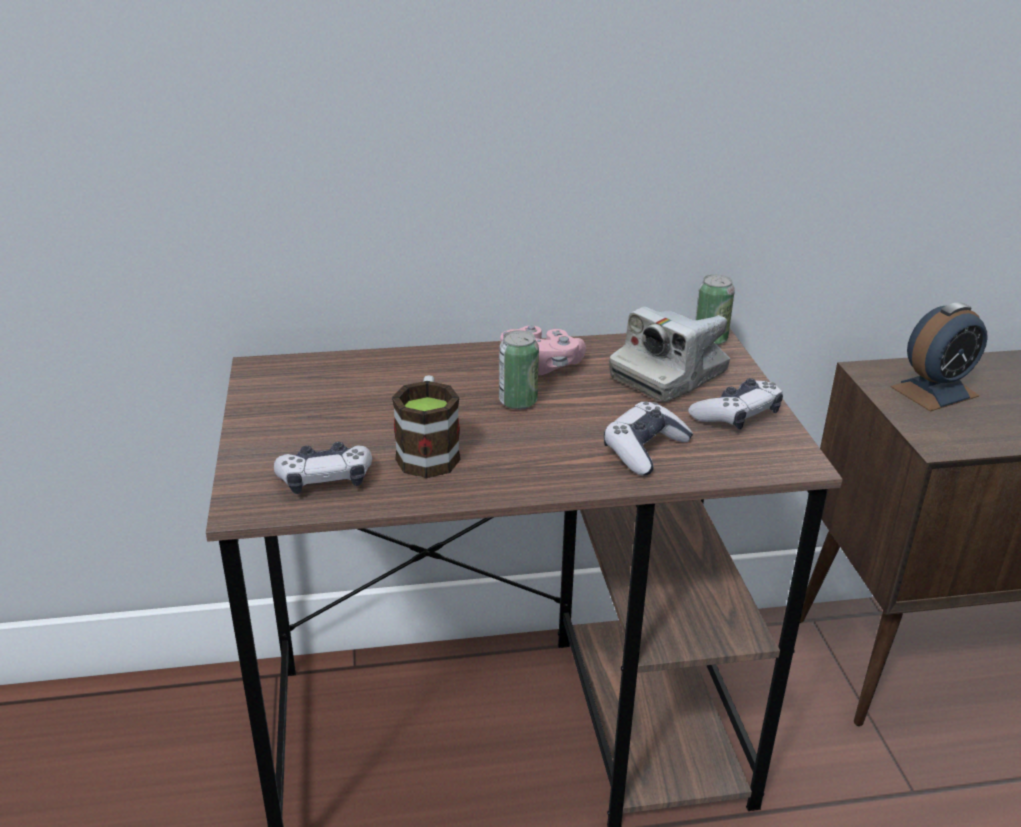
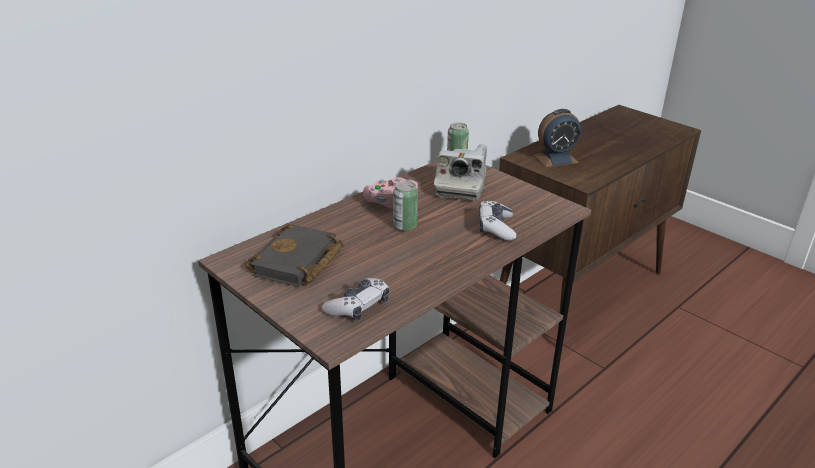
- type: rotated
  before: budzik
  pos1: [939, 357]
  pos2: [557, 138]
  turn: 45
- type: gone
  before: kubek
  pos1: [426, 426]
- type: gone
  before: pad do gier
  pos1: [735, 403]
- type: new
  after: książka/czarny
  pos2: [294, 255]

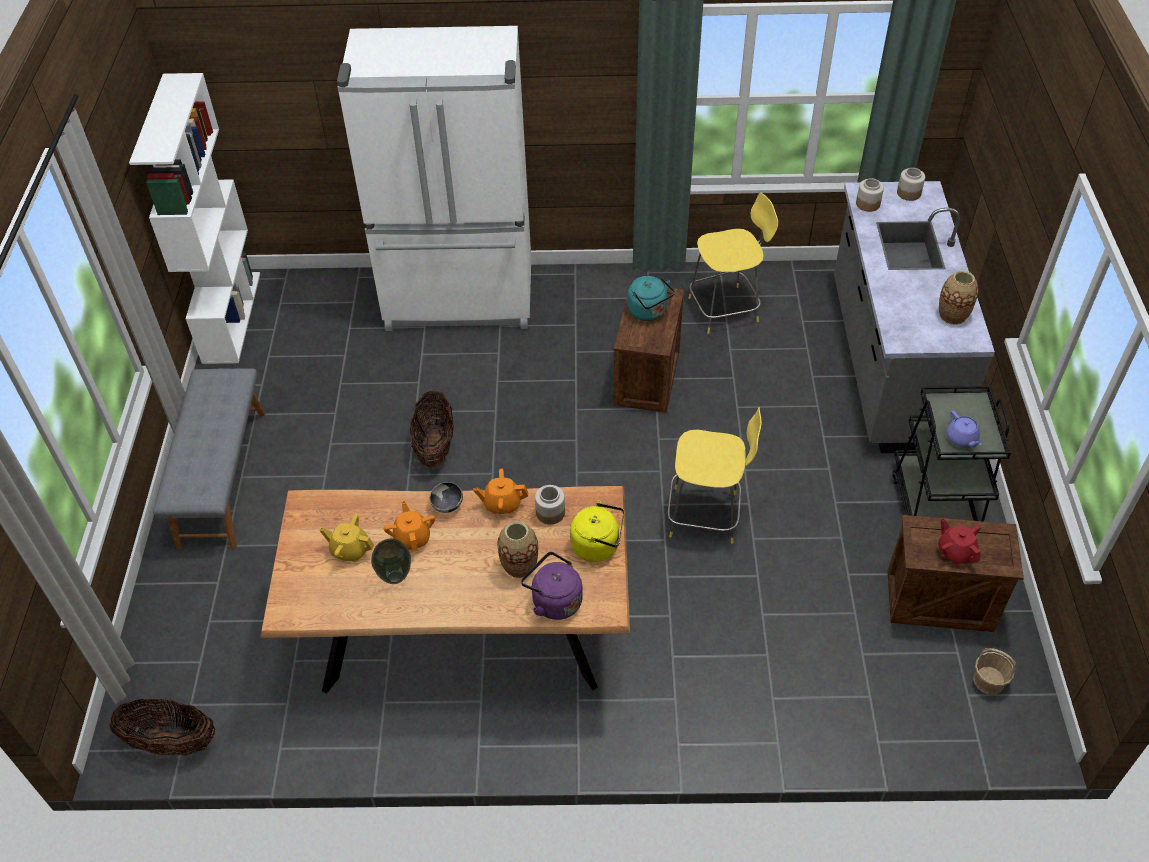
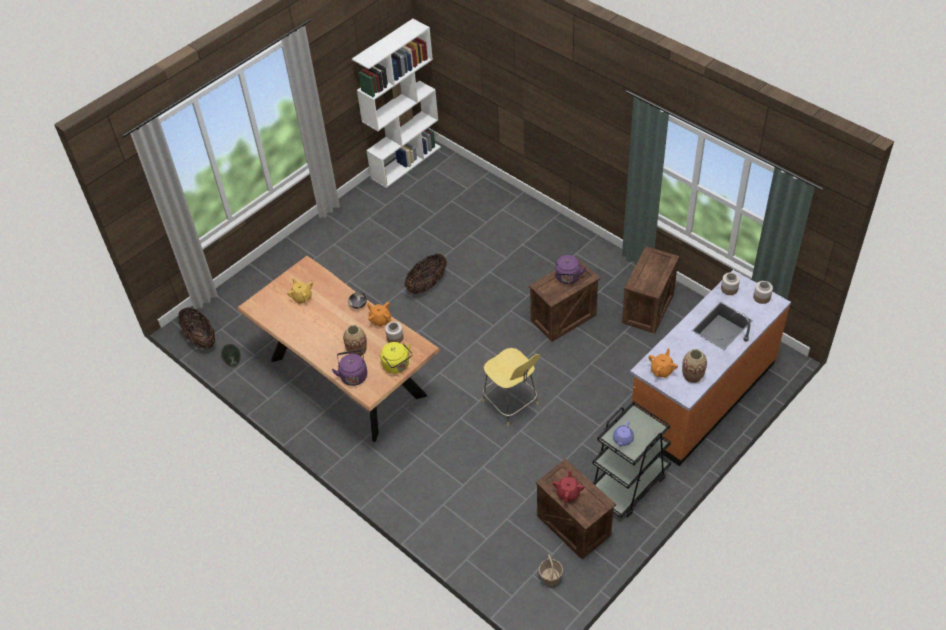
- type: gone
  before: lodówka/biały
  pos1: [434, 178]
- type: repainted
  before: zabudowa kuchenna/szary
  after: zabudowa kuchenna/pomarańczowy
  pos1: [914, 317]
  pos2: [710, 368]
- type: swapped
  before: stołek/żółty
  after: skrzynka
  pos1: [733, 263]
  pos2: [650, 290]
- type: repainted
  before: czajnik/turkusowy
  after: czajnik/fioletowy
  pos1: [651, 298]
  pos2: [570, 269]
- type: gone
  before: ławka/szary
  pos1: [209, 459]
- type: shifted
  before: imbryk/pomarańczowy
  pos1: [409, 526]
  pos2: [663, 363]
- type: shifted
  before: wazon
  pos1: [391, 561]
  pos2: [231, 356]

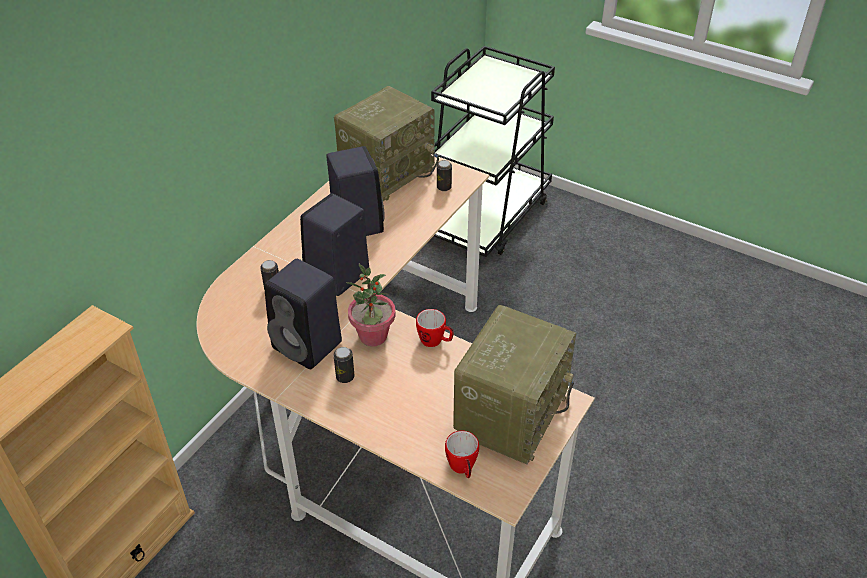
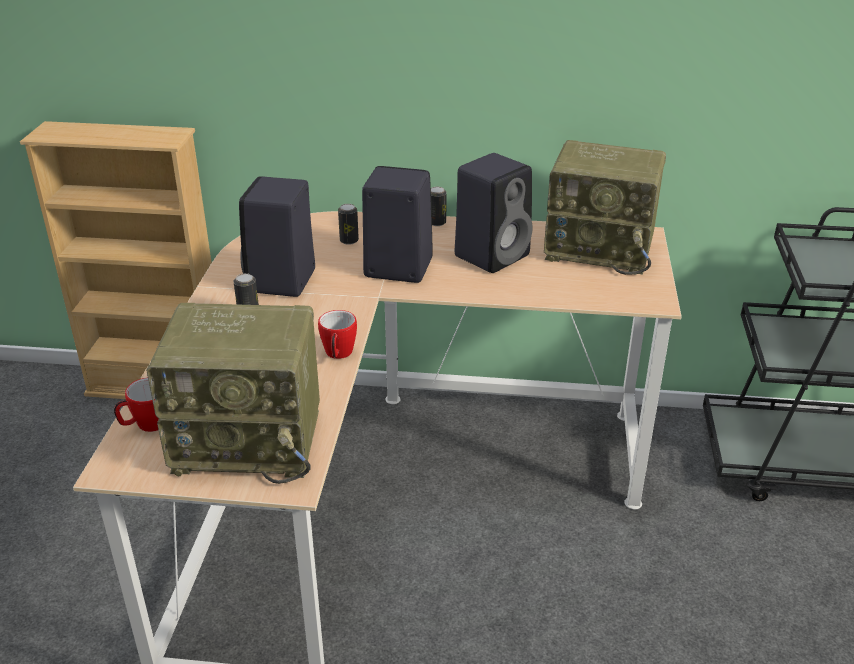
- type: shifted
  before: puszka
  pos1: [444, 175]
  pos2: [439, 206]
- type: gone
  before: roślina doniczkowa
  pos1: [371, 305]

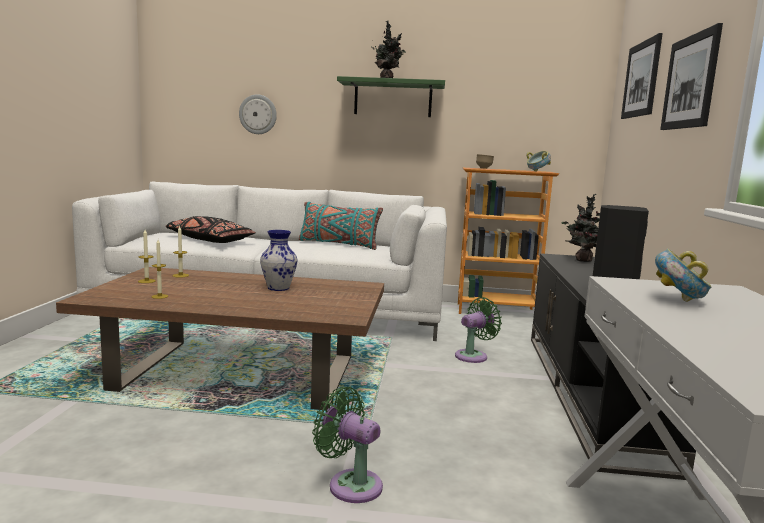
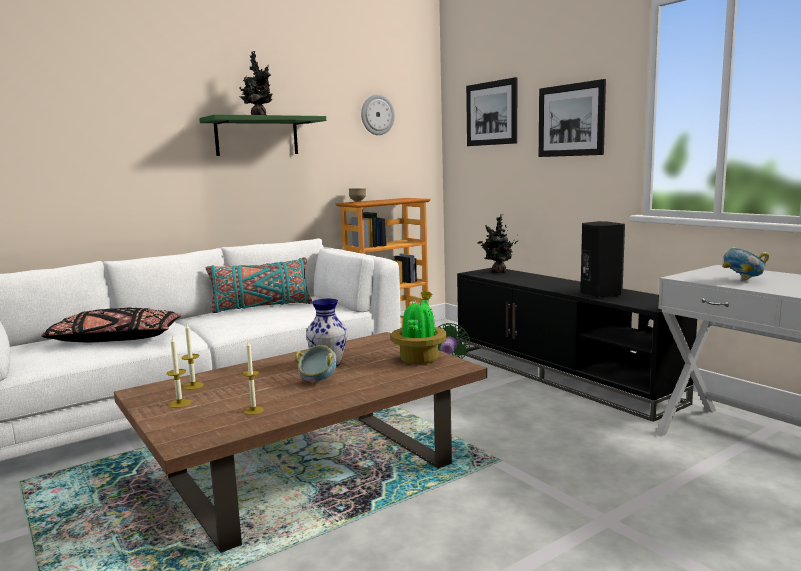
- type: shifted
  before: zegar ścienny
  pos1: [258, 114]
  pos2: [378, 114]
- type: shifted
  before: miska
  pos1: [538, 161]
  pos2: [315, 364]
- type: gone
  before: wentylator/zielony
  pos1: [347, 445]
- type: new
  after: roślina doniczkowa
  pos2: [419, 327]

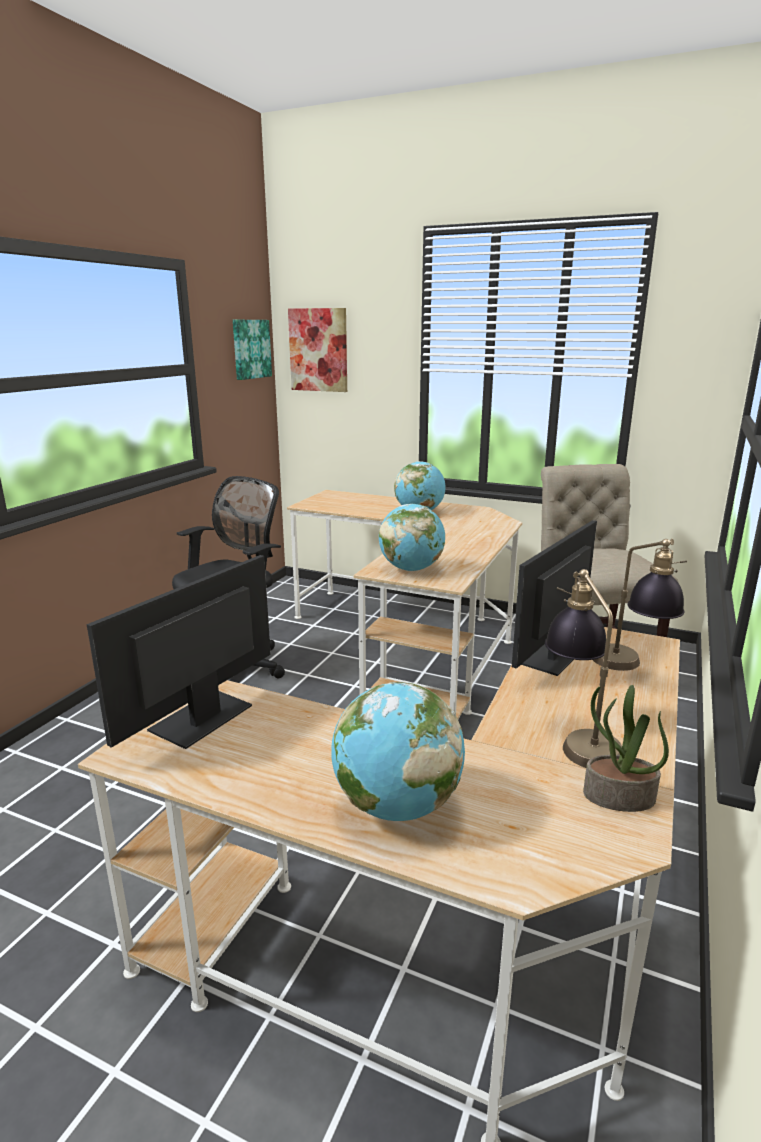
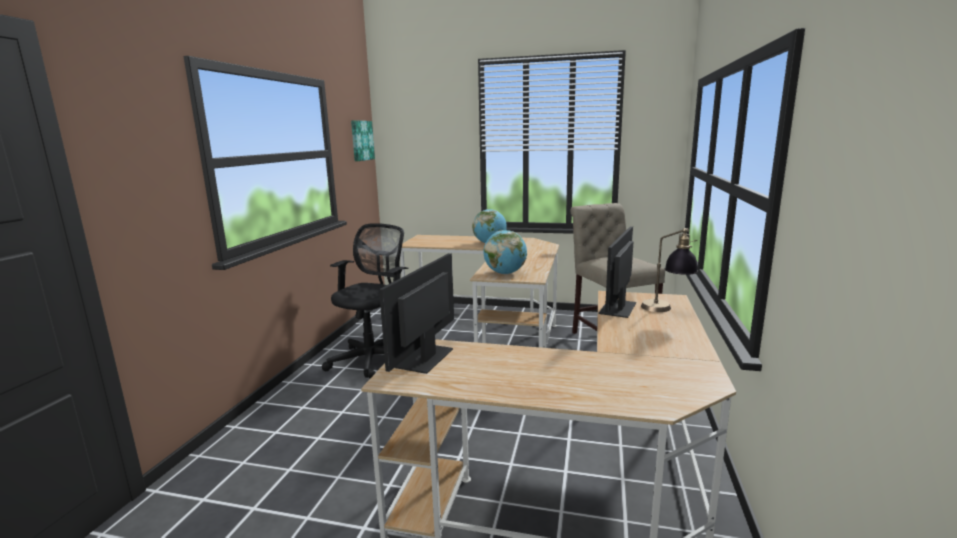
- type: gone
  before: obraz
  pos1: [317, 350]
- type: gone
  before: lampa stołowa
  pos1: [583, 668]
- type: gone
  before: globus
  pos1: [398, 751]
- type: gone
  before: roślina doniczkowa
  pos1: [626, 748]

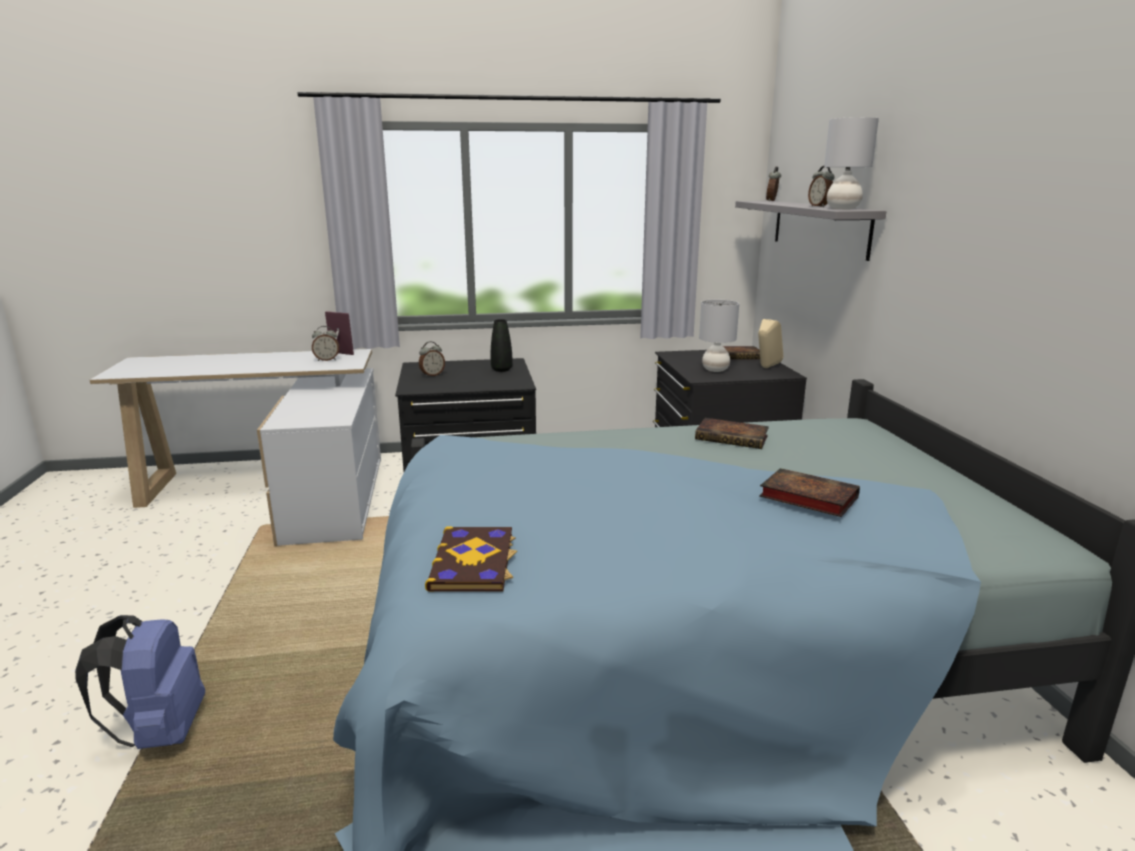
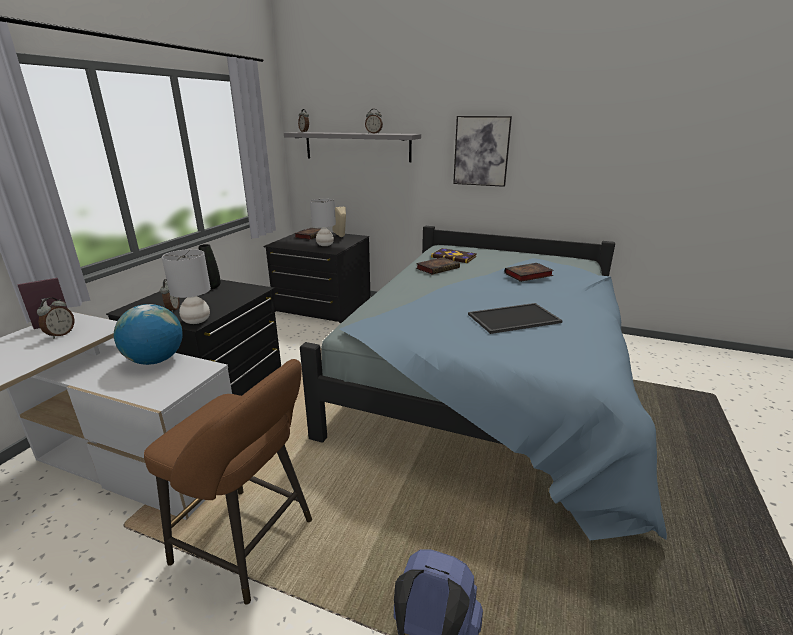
- type: shifted
  before: lampa stołowa/szary
  pos1: [851, 163]
  pos2: [186, 286]
- type: shifted
  before: książka
  pos1: [471, 559]
  pos2: [454, 255]
- type: new
  after: obraz
  pos2: [482, 151]
- type: new
  after: taca
  pos2: [515, 318]
- type: new
  after: globus
  pos2: [148, 334]
- type: new
  after: stołek/brązowy
  pos2: [228, 482]

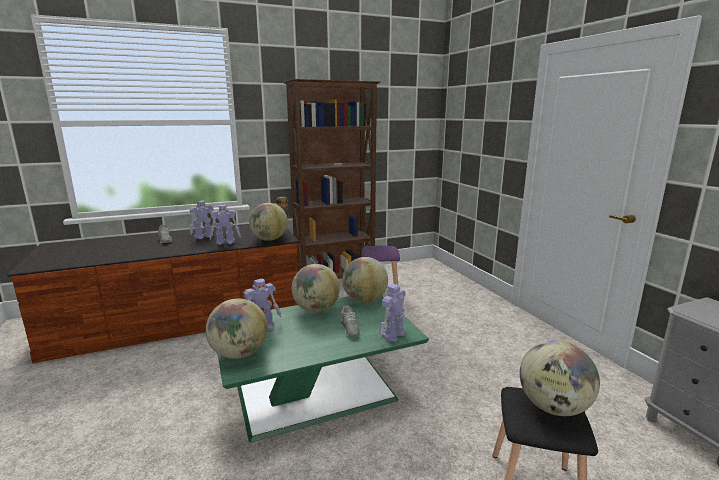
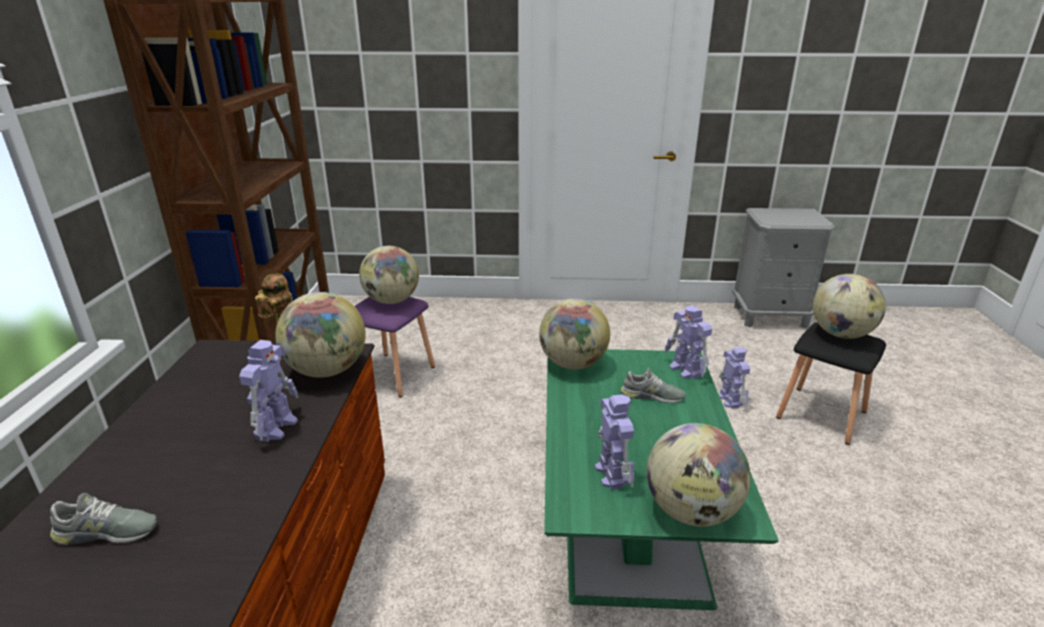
- type: shifted
  before: robot zabawkowy
  pos1: [203, 219]
  pos2: [734, 378]
- type: shifted
  before: globus
  pos1: [316, 288]
  pos2: [389, 275]

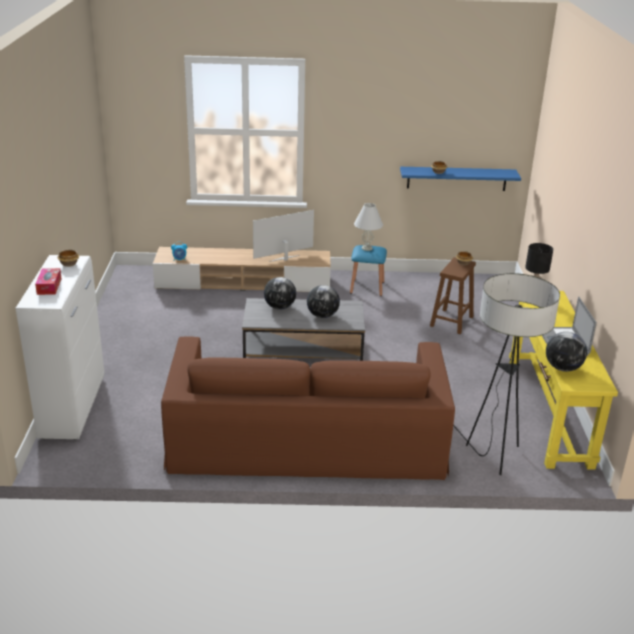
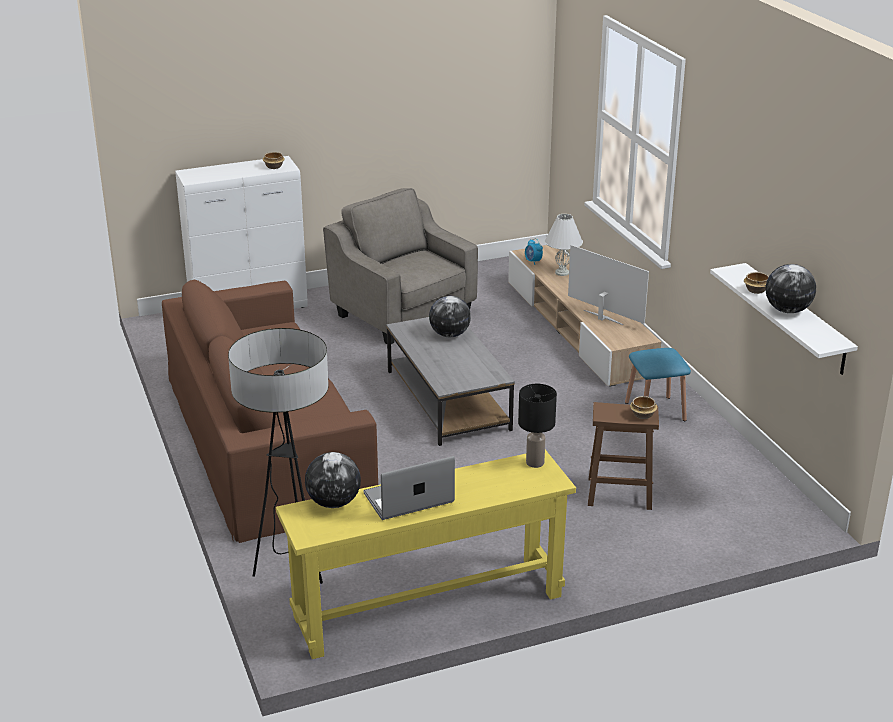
- type: repainted
  before: półka/niebieski
  after: półka/biały
  pos1: [460, 179]
  pos2: [784, 319]
- type: shifted
  before: lampa stołowa/biały
  pos1: [368, 227]
  pos2: [564, 245]
- type: gone
  before: pudełko chusteczek
  pos1: [48, 281]
- type: shifted
  before: globus
  pos1: [323, 301]
  pos2: [791, 288]
- type: new
  after: fotel/szary
  pos2: [400, 266]

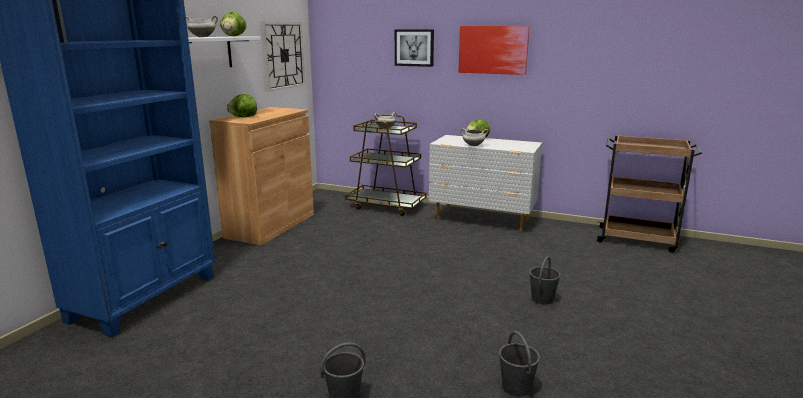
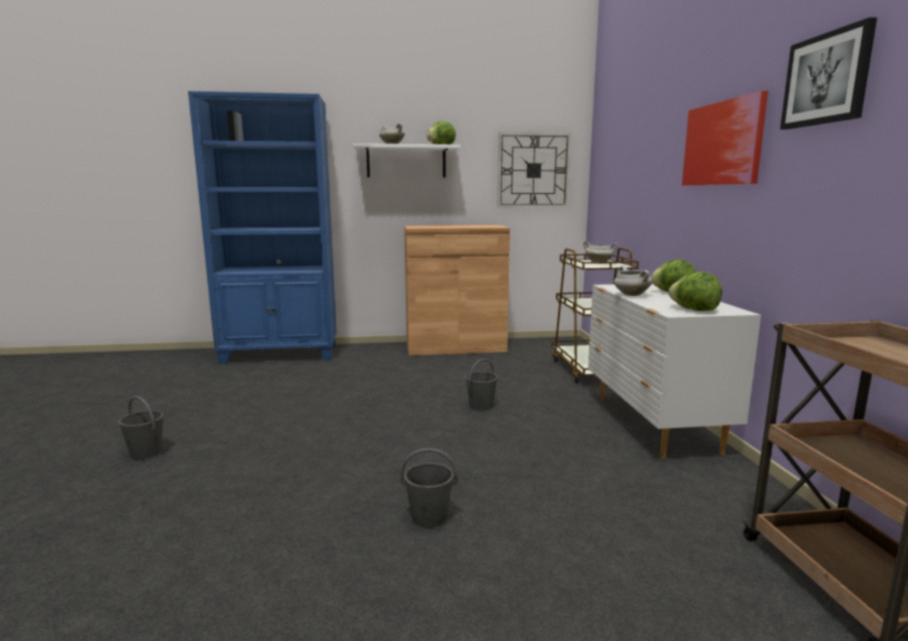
- type: shifted
  before: obraz
  pos1: [414, 48]
  pos2: [828, 73]
- type: shifted
  before: sałata
  pos1: [242, 105]
  pos2: [695, 291]
- type: shifted
  before: wiadro/szary
  pos1: [519, 364]
  pos2: [481, 385]

